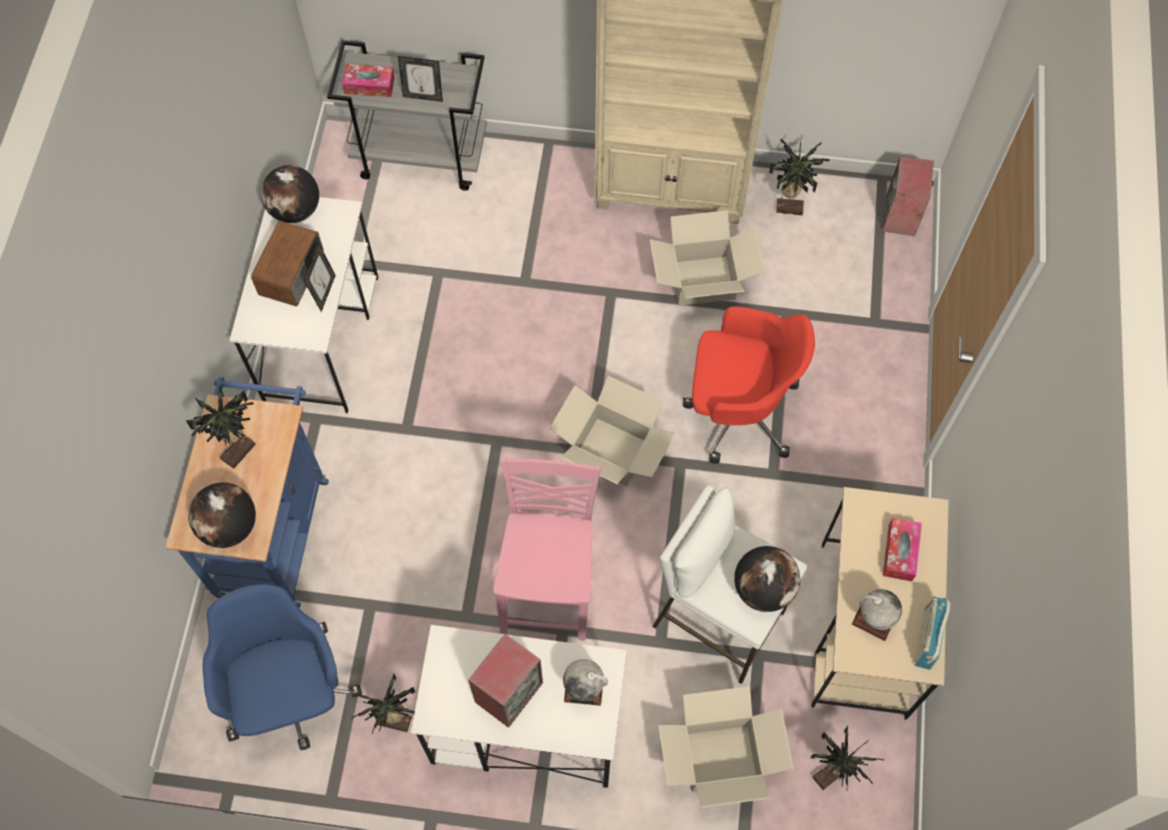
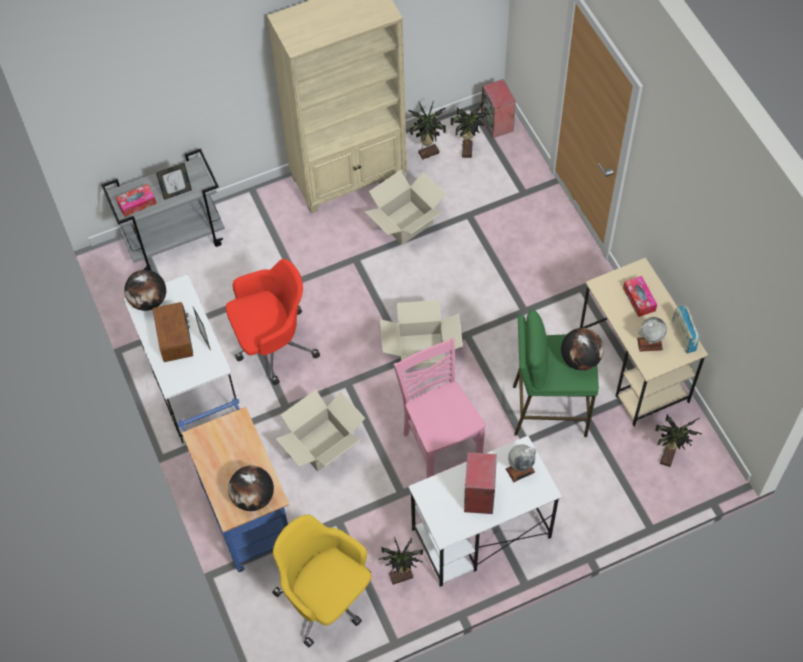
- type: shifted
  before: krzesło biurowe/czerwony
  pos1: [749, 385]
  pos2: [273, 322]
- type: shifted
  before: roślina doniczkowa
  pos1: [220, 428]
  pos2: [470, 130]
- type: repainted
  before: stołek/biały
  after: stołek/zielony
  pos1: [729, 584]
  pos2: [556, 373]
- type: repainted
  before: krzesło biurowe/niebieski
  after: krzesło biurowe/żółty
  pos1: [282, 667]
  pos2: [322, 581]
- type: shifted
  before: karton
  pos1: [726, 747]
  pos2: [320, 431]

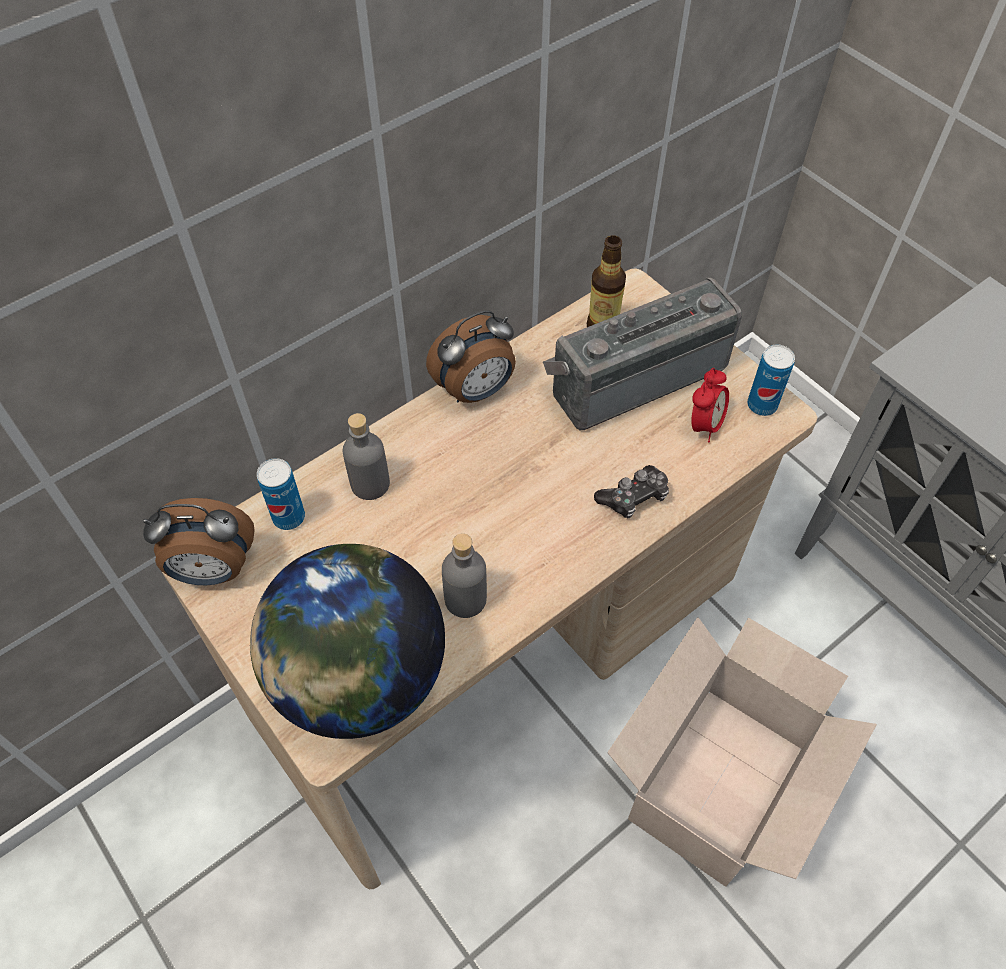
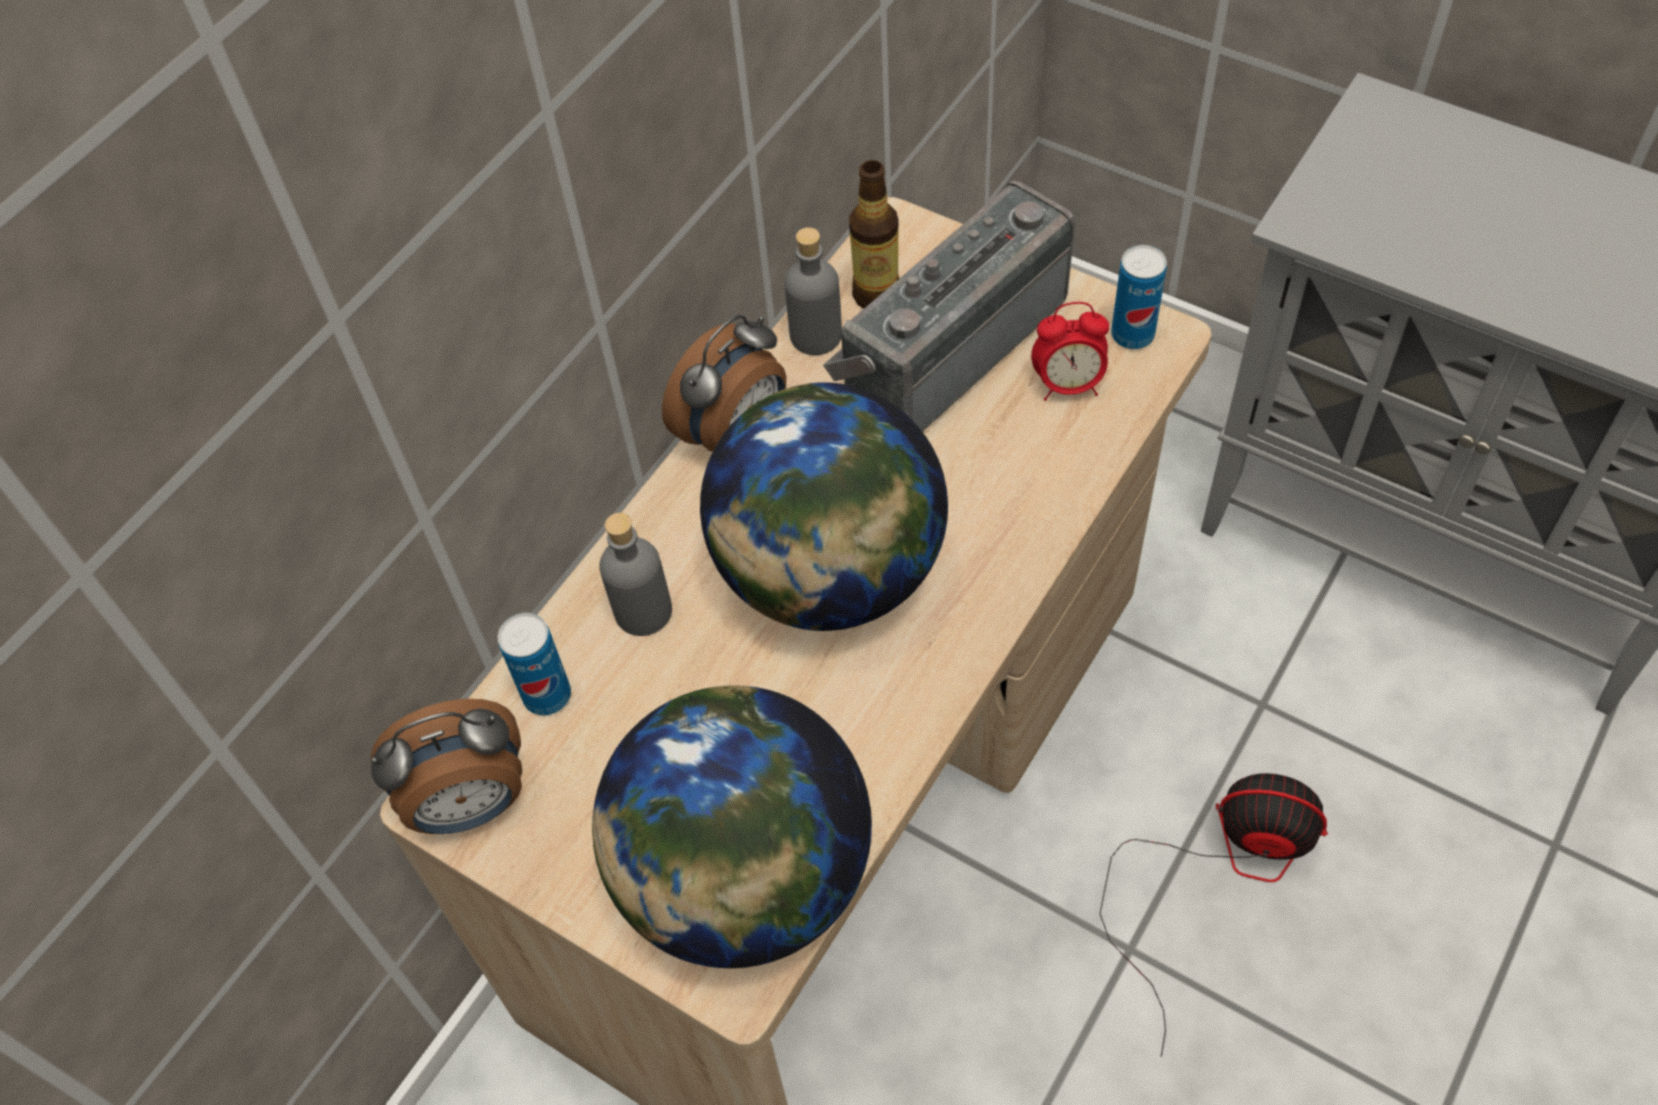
- type: rotated
  before: budzik
  pos1: [710, 405]
  pos2: [1070, 351]
  turn: 75
- type: gone
  before: pad do gier
  pos1: [631, 491]
- type: shifted
  before: butelka/szary
  pos1: [464, 576]
  pos2: [813, 291]
- type: swapped
  before: karton
  after: wentylator
  pos1: [742, 751]
  pos2: [1213, 915]
- type: new
  after: globus
  pos2: [824, 506]

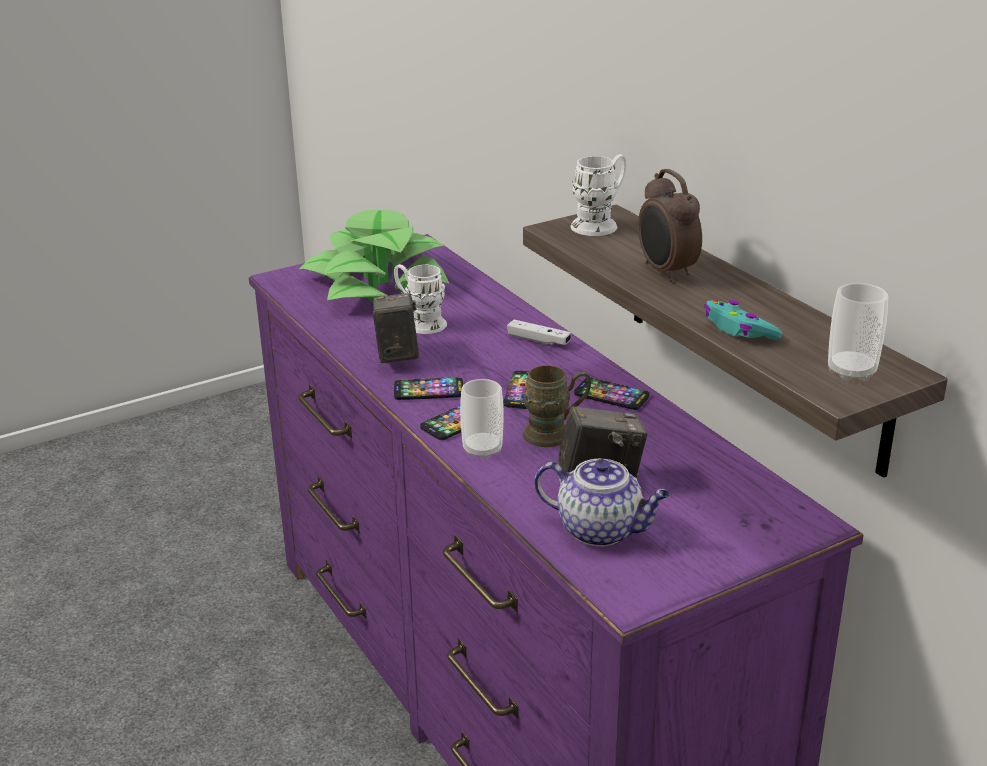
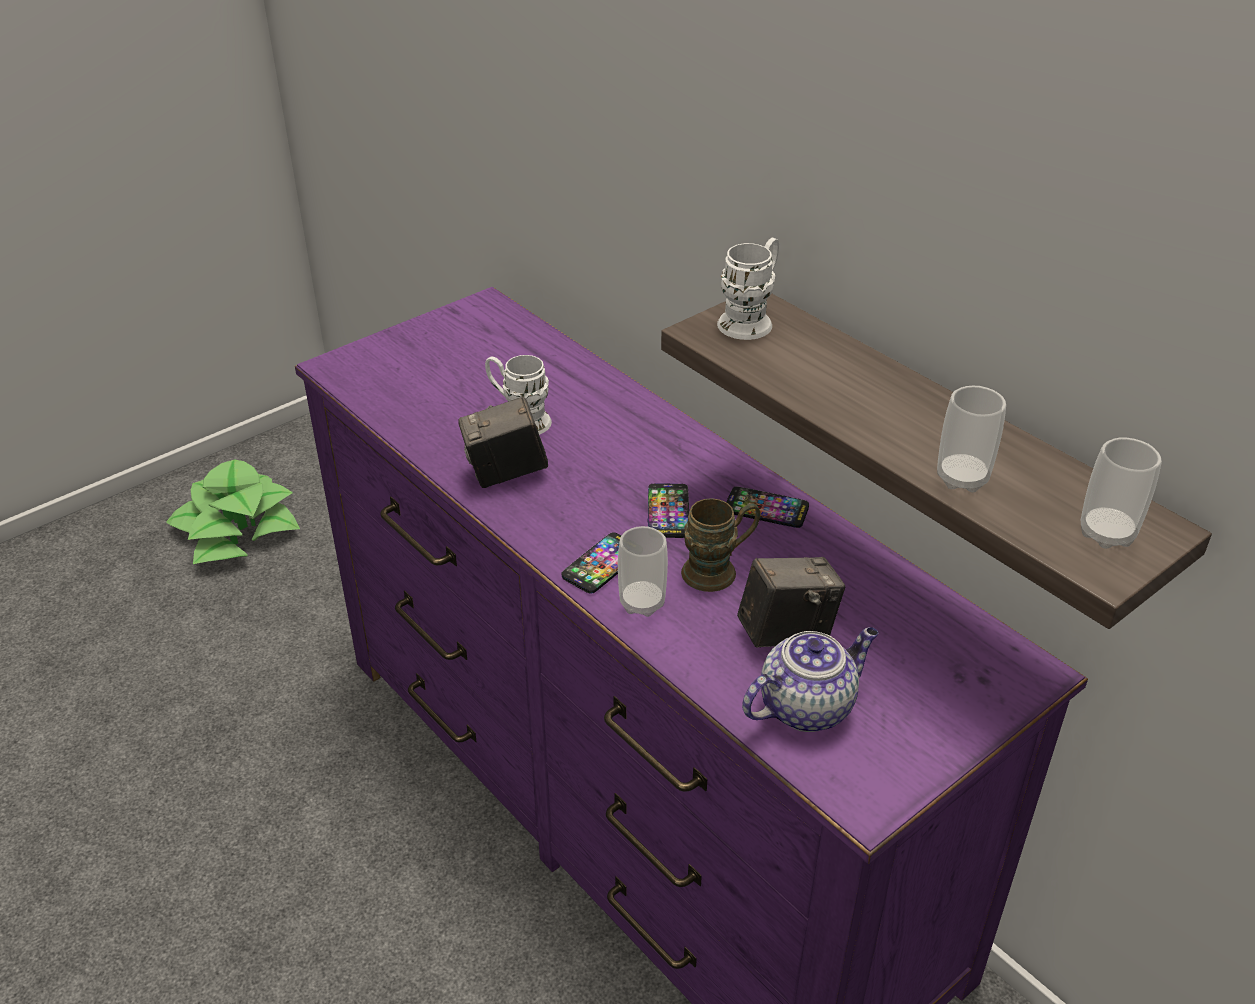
- type: gone
  before: budzik
  pos1: [670, 225]
- type: shifted
  before: roślina doniczkowa
  pos1: [374, 256]
  pos2: [233, 511]
- type: rotated
  before: aparat fotograficzny
  pos1: [396, 328]
  pos2: [503, 442]
  turn: -90
- type: swapped
  before: pad do gier/turkusowy
  after: filiżanka
  pos1: [743, 320]
  pos2: [971, 439]
- type: gone
  before: pad do gier/biały
  pos1: [539, 332]
- type: gone
  before: telefon
  pos1: [428, 388]
- type: rotated
  before: imbryk
  pos1: [602, 503]
  pos2: [810, 679]
  turn: -45

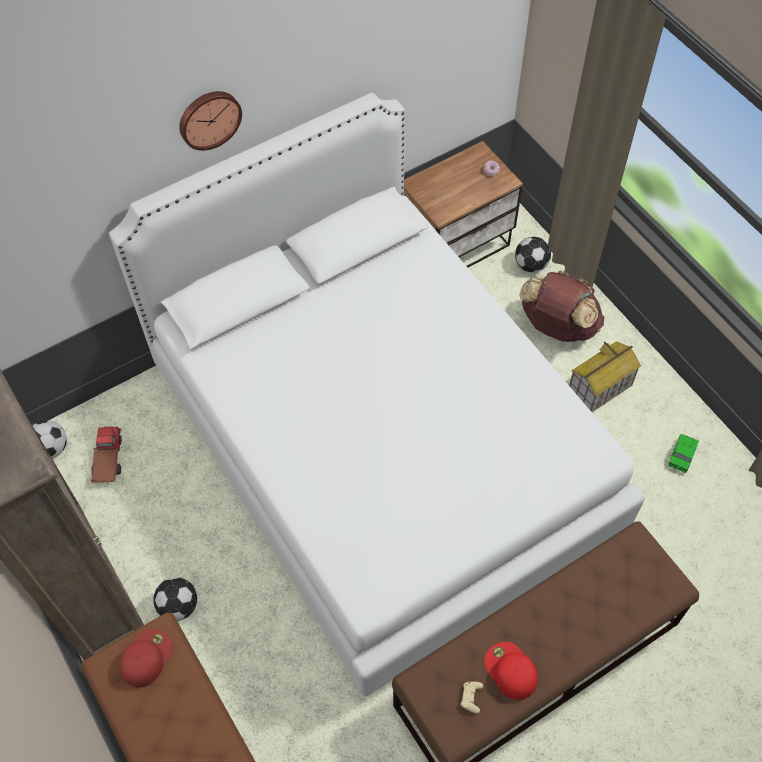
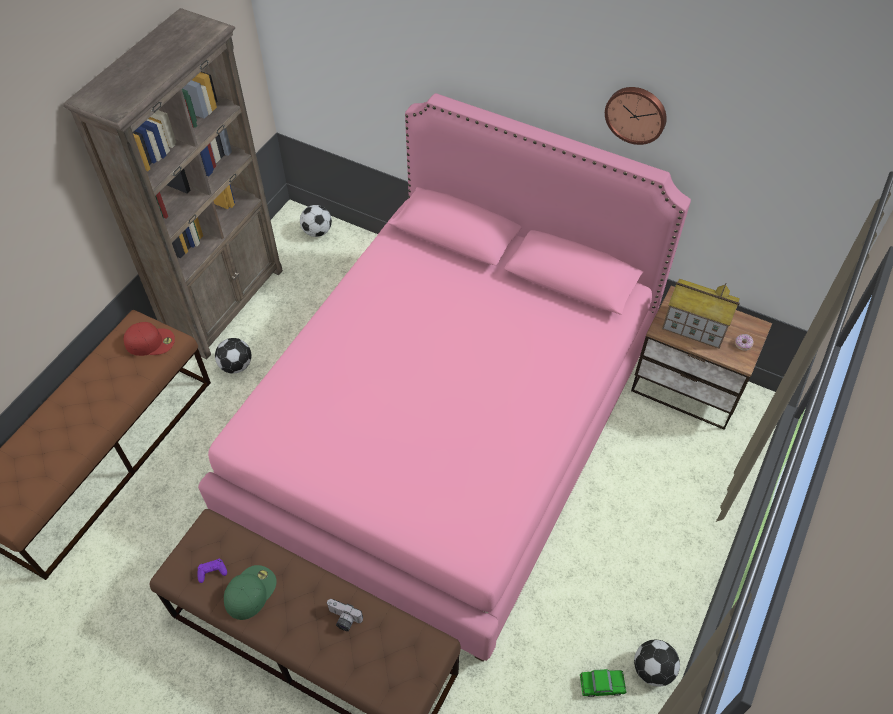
- type: shifted
  before: zegar ścienny
  pos1: [210, 121]
  pos2: [636, 116]
- type: repainted
  before: łóżko/biały
  after: łóżko/różowy
  pos1: [377, 394]
  pos2: [444, 377]
- type: shifted
  before: piłka futbolowa
  pos1: [533, 255]
  pos2: [657, 663]
- type: gone
  before: plecak/brązowy
  pos1: [562, 306]
- type: shifted
  before: domek
  pos1: [605, 376]
  pos2: [701, 314]
- type: gone
  before: ciężarówka zabawkowa
  pos1: [106, 455]
- type: repainted
  before: czapka z daszkiem/czerwony
  after: czapka z daszkiem/zielony
  pos1: [511, 671]
  pos2: [250, 592]
- type: repainted
  before: pad do gier/beżowy
  after: pad do gier/fioletowy
  pos1: [472, 698]
  pos2: [212, 571]
- type: new
  after: aparat fotograficzny
  pos2: [345, 615]

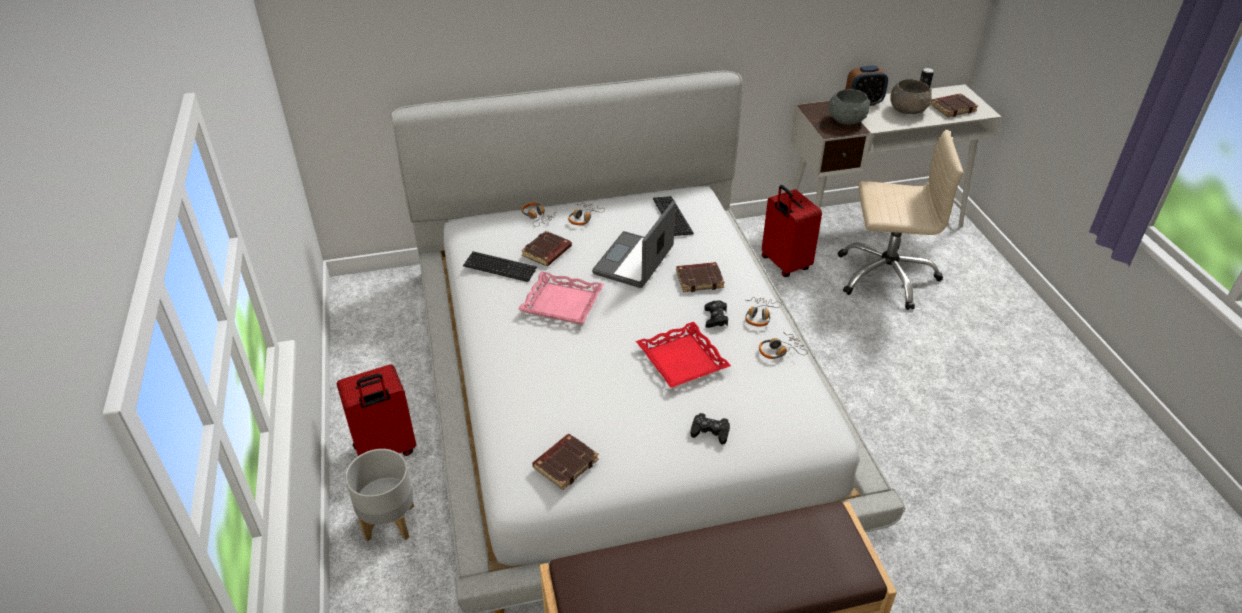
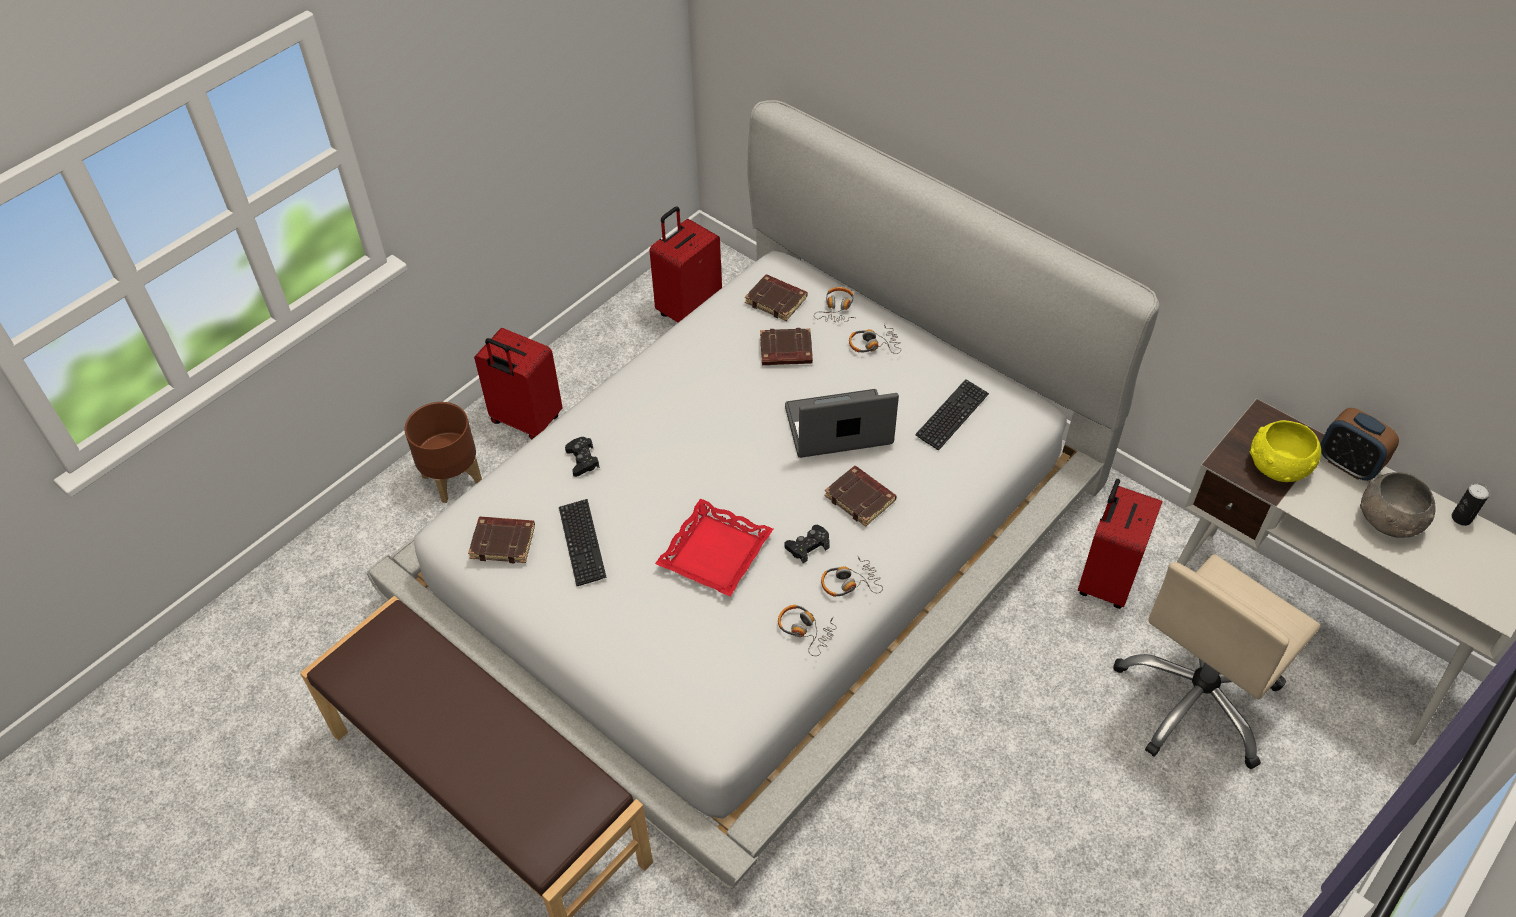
- type: repainted
  before: miska/szary
  after: miska/żółty
  pos1: [850, 107]
  pos2: [1285, 451]
- type: shifted
  before: książka/brązowy
  pos1: [954, 105]
  pos2: [776, 297]
- type: rotated
  before: krzesło biurowe/beżowy
  pos1: [901, 220]
  pos2: [1216, 661]
  turn: 75
- type: shifted
  before: klawiatura
  pos1: [500, 266]
  pos2: [582, 542]
- type: gone
  before: taca/różowy
  pos1: [561, 297]
- type: shifted
  before: pad do gier/czarny
  pos1: [710, 429]
  pos2: [582, 457]
- type: repainted
  before: donica/szary
  after: donica/brązowy
  pos1: [379, 495]
  pos2: [443, 452]
- type: new
  after: walizka/czerwony
  pos2: [685, 264]

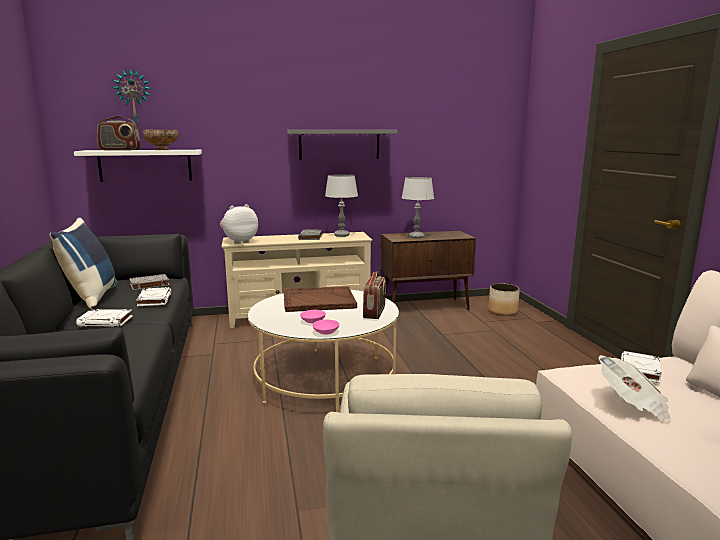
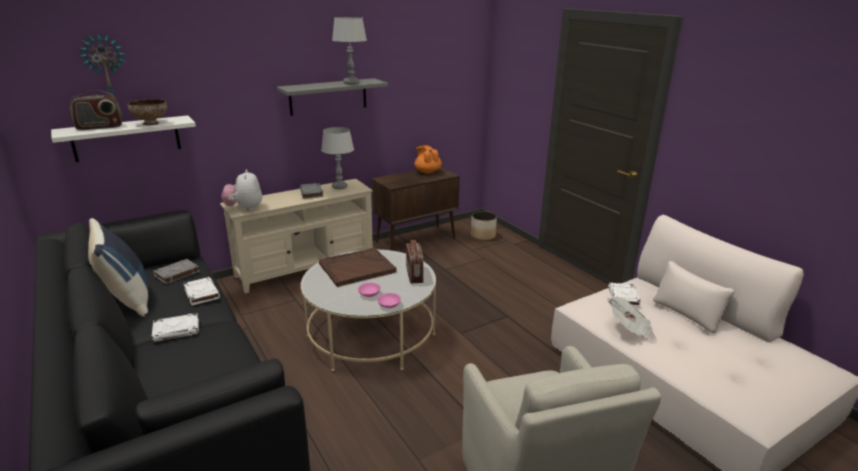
- type: shifted
  before: lampa stołowa/szary
  pos1: [418, 207]
  pos2: [349, 50]
- type: rotated
  before: pluszak
  pos1: [239, 224]
  pos2: [241, 190]
  turn: -45
- type: new
  after: imbryk/pomarańczowy
  pos2: [428, 159]

